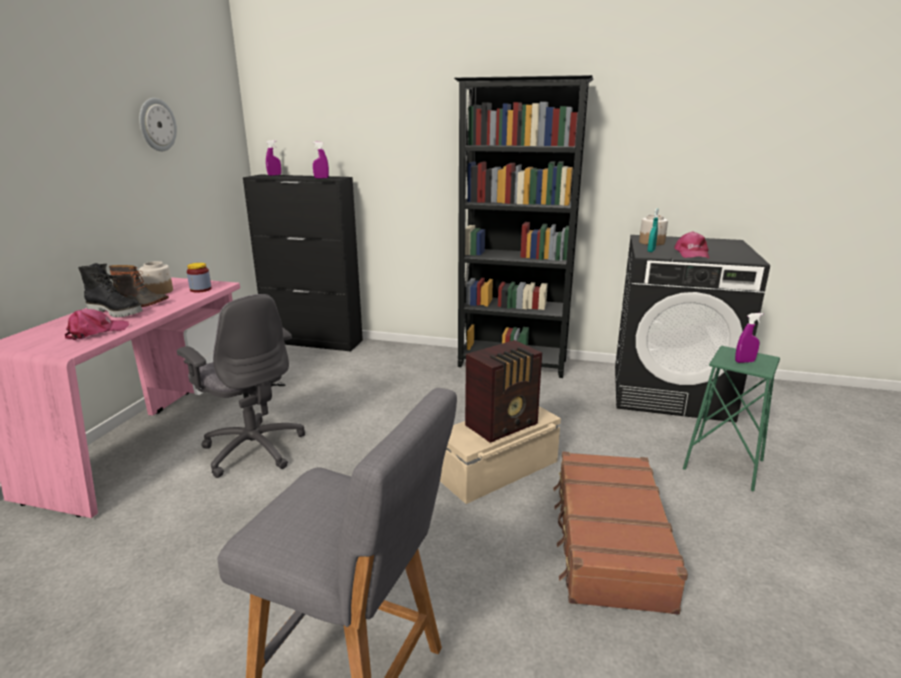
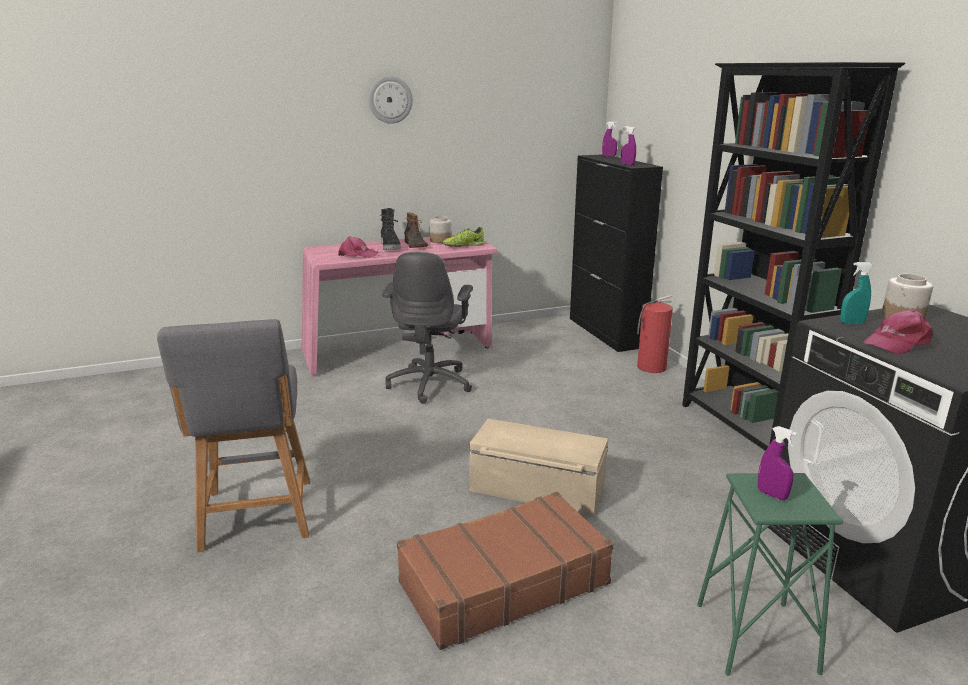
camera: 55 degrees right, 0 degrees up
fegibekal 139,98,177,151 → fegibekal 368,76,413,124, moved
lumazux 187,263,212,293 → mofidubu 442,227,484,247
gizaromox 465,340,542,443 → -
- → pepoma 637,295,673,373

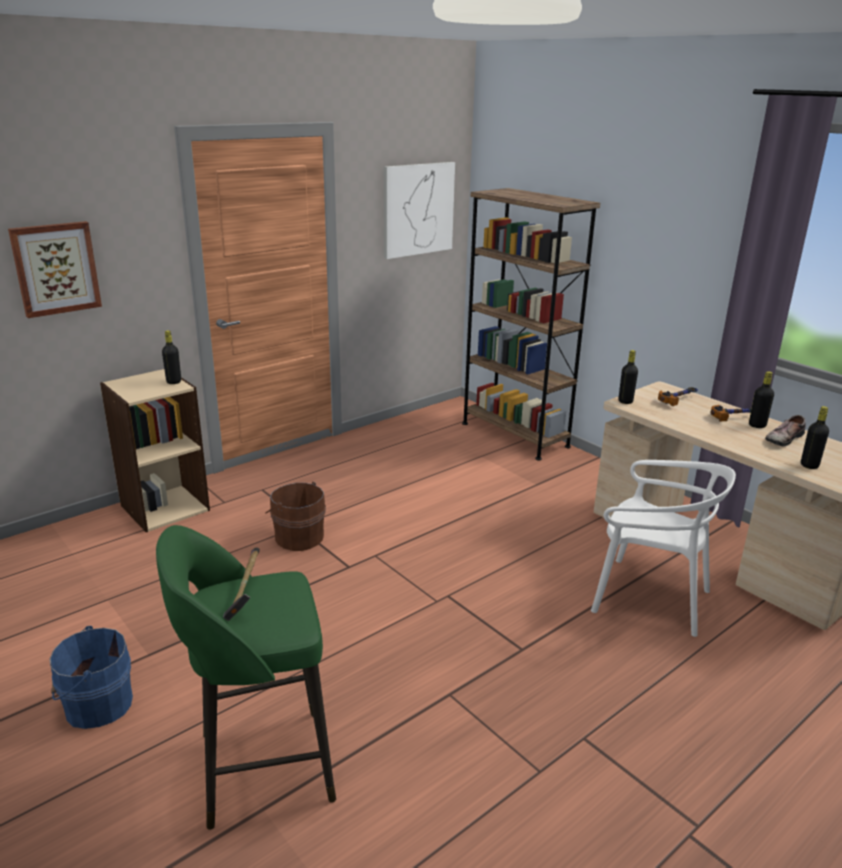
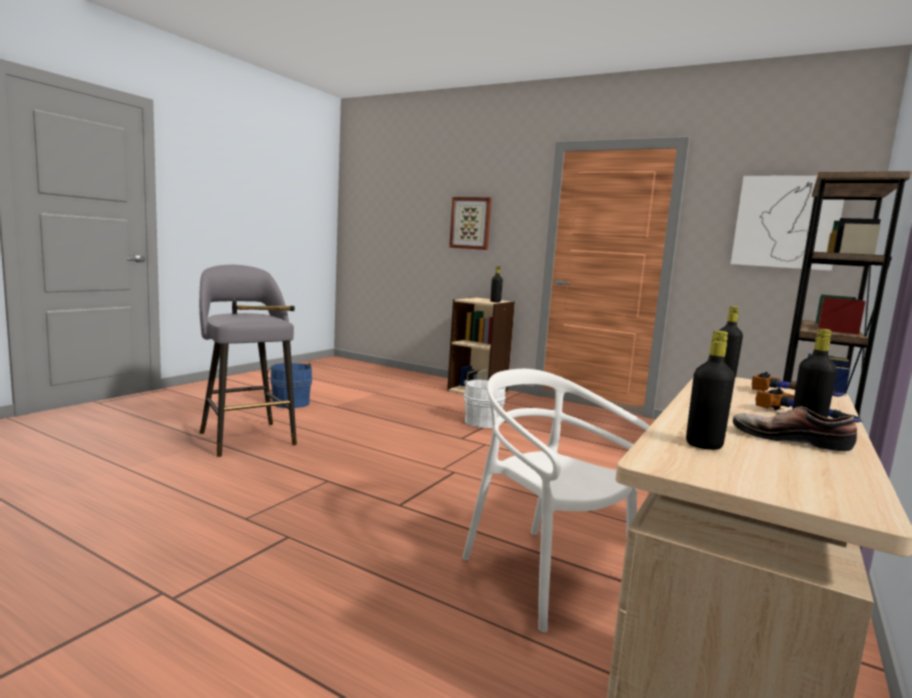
camera: 70 degrees right, 15 degrees down
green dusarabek 156,525,336,830 → grey dusarabek 199,265,297,457
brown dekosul 265,482,326,551 → white dekosul 464,380,509,428
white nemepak 591,460,736,637 → white nemepak 462,369,650,632, 135 degrees clockwise

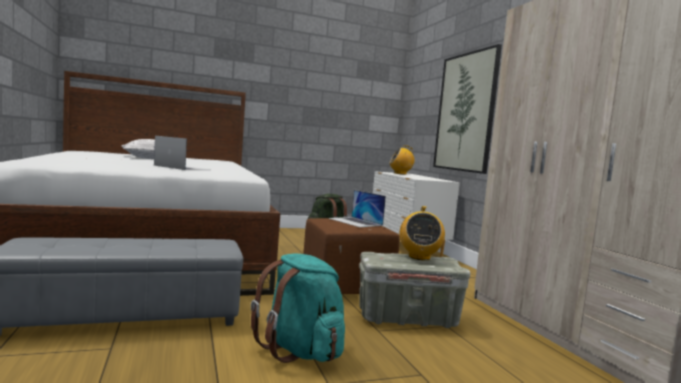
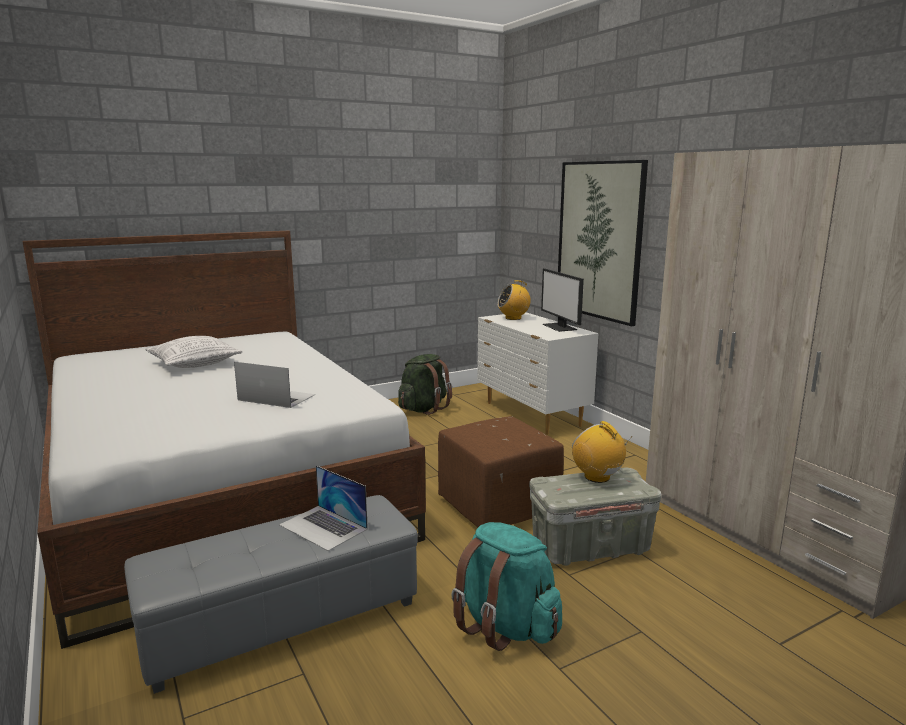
camera: 10 degrees left, 10 degrees up
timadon 329,190,386,227 → timadon 279,465,368,551, moved
gizaromox 400,206,445,260 → gizaromox 572,421,632,483, 150 degrees clockwise
- → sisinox 541,268,584,332

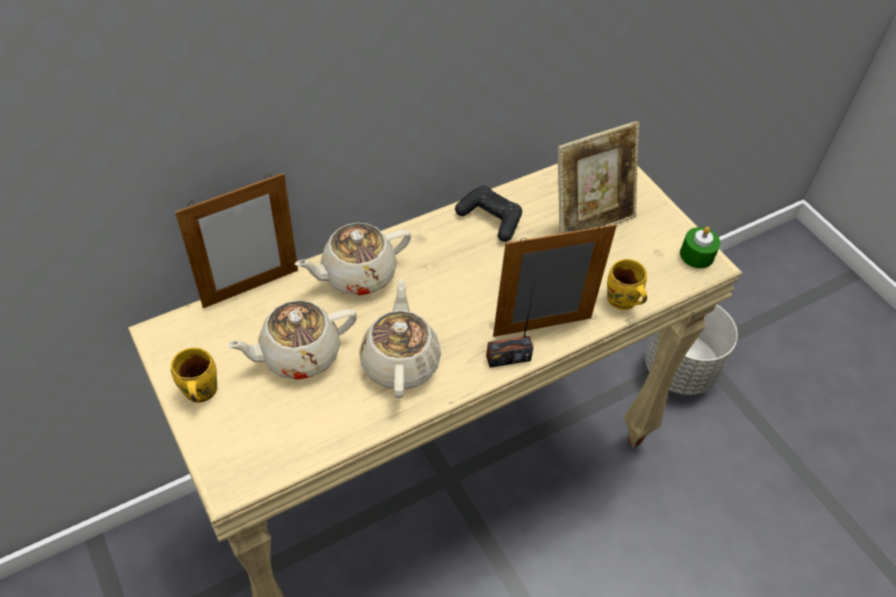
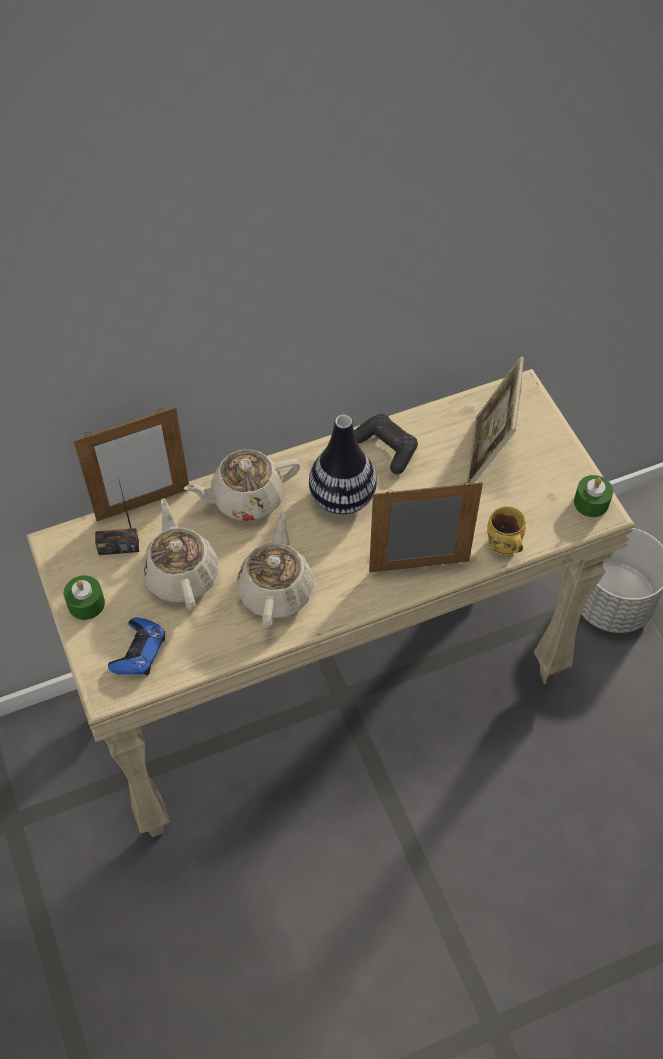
camera: 10 degrees right, 5 degrees up
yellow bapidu 171,348,217,403 → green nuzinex 63,576,105,620
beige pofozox 226,300,357,380 → beige pofozox 142,498,218,610, 90 degrees clockwise
gizaromox 486,281,535,368 → gizaromox 95,478,139,555, moved
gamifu 558,121,639,234 → gamifu 466,356,524,484, 120 degrees clockwise
- → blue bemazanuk 108,617,165,675
- → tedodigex 309,414,377,514

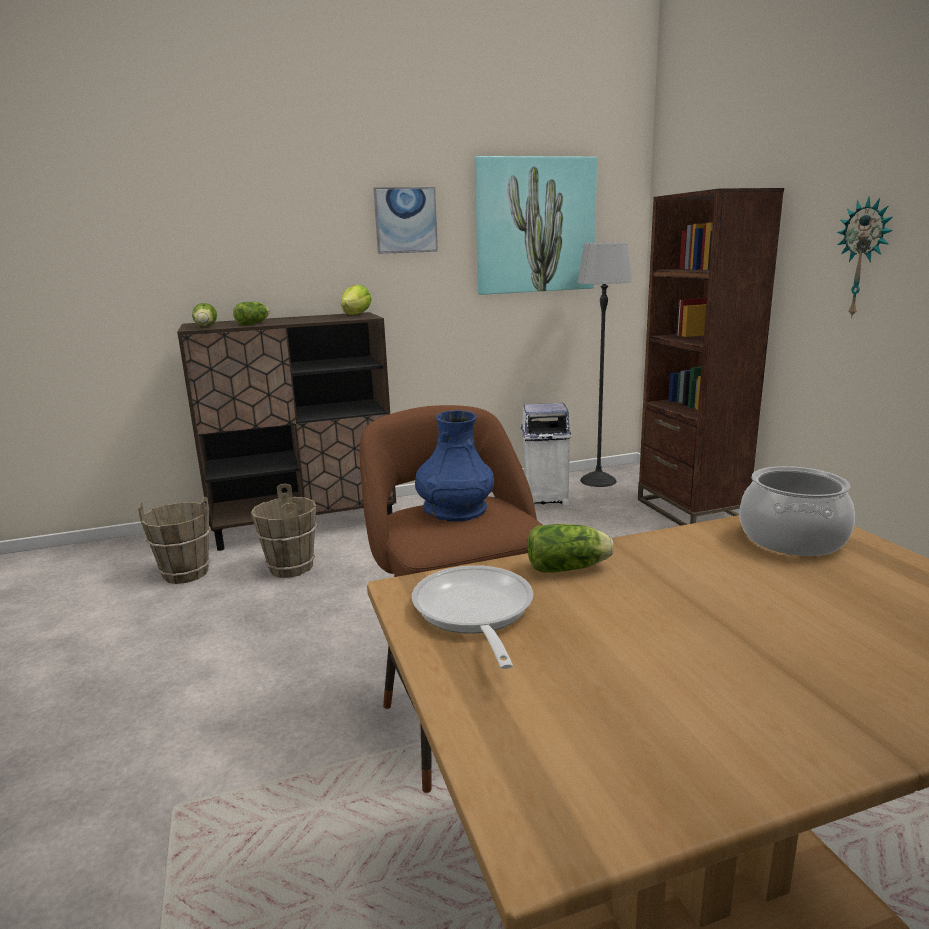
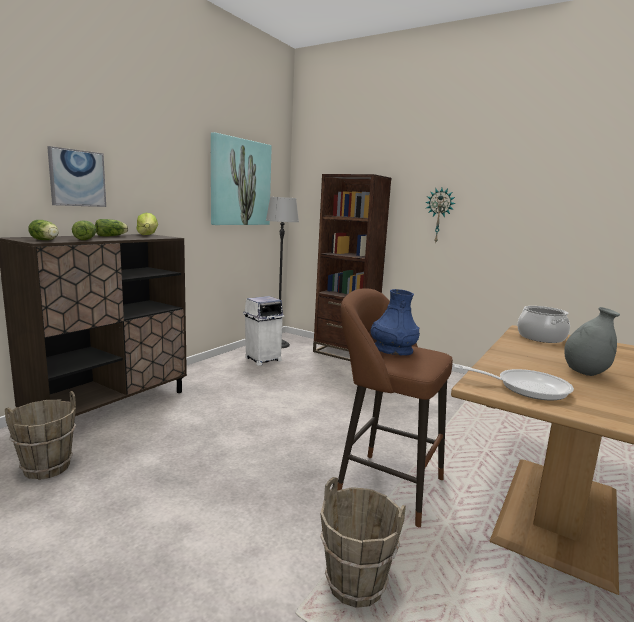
camera: 40 degrees left, 5 degrees down
brown dekosul 251,483,317,578 → brown dekosul 320,477,406,608, moved
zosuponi 373,187,438,254 → zosuponi 47,146,106,207, moved
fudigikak 412,565,533,669 → fudigikak 454,365,574,400, 150 degrees clockwise
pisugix 527,524,614,573 → pisugix 95,219,128,236, moved
- → grey tedodigex 564,307,620,376

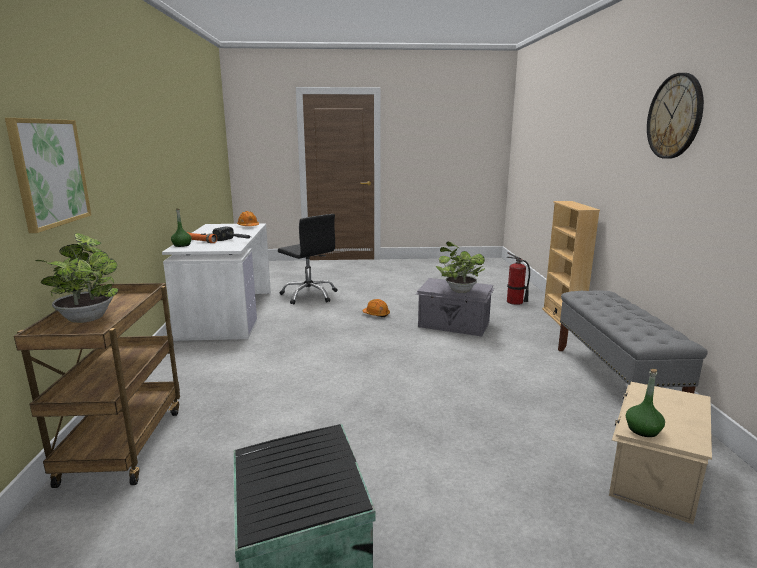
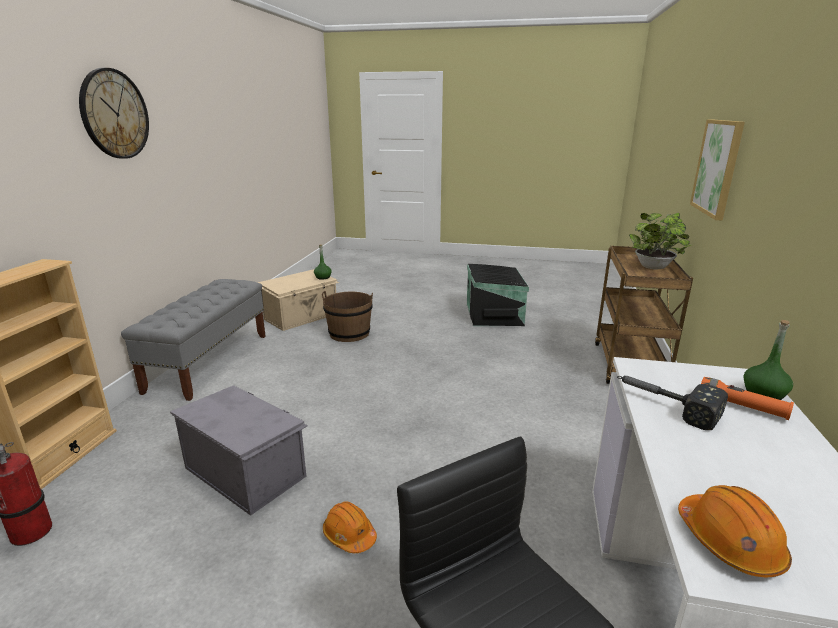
camera: 165 degrees left, 5 degrees up
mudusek 436,241,485,293 → -
- → brown dekosul 322,291,373,342

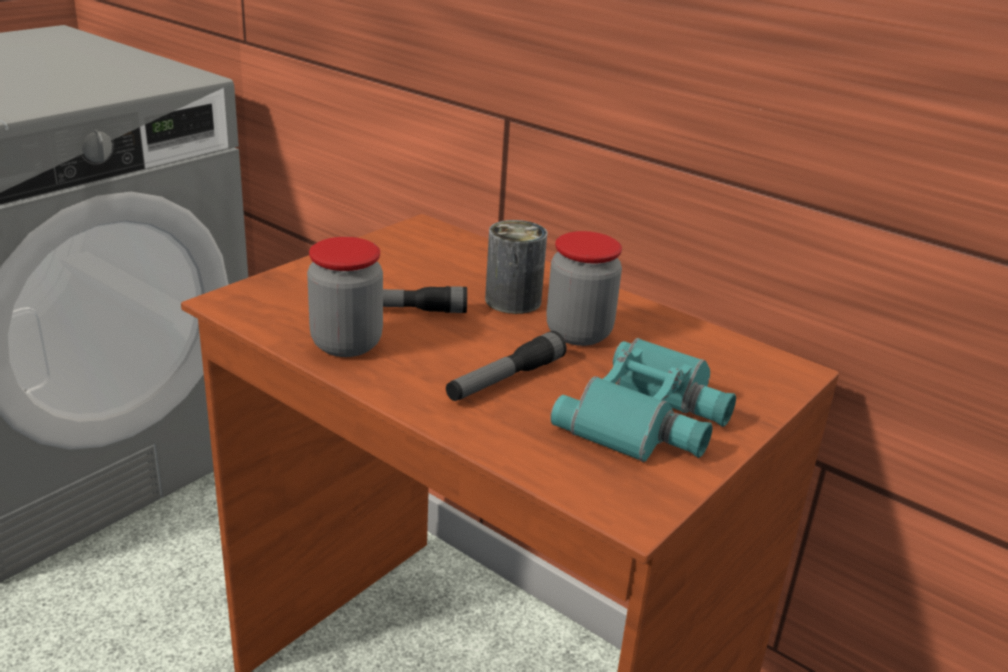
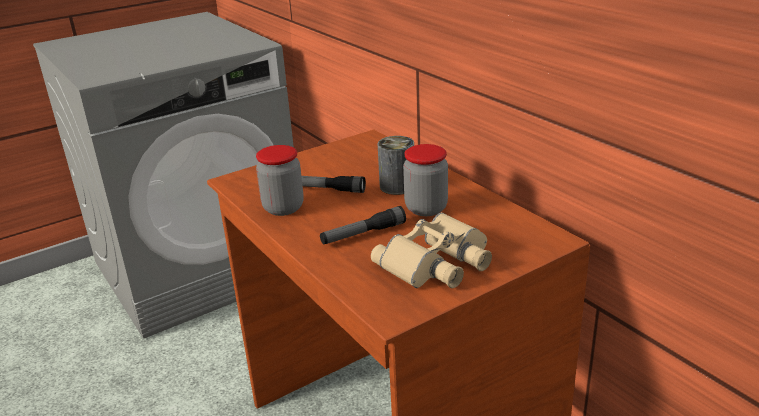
camera: 20 degrees right, 0 degrees up
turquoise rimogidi 550,338,736,462 → beige rimogidi 371,213,492,288

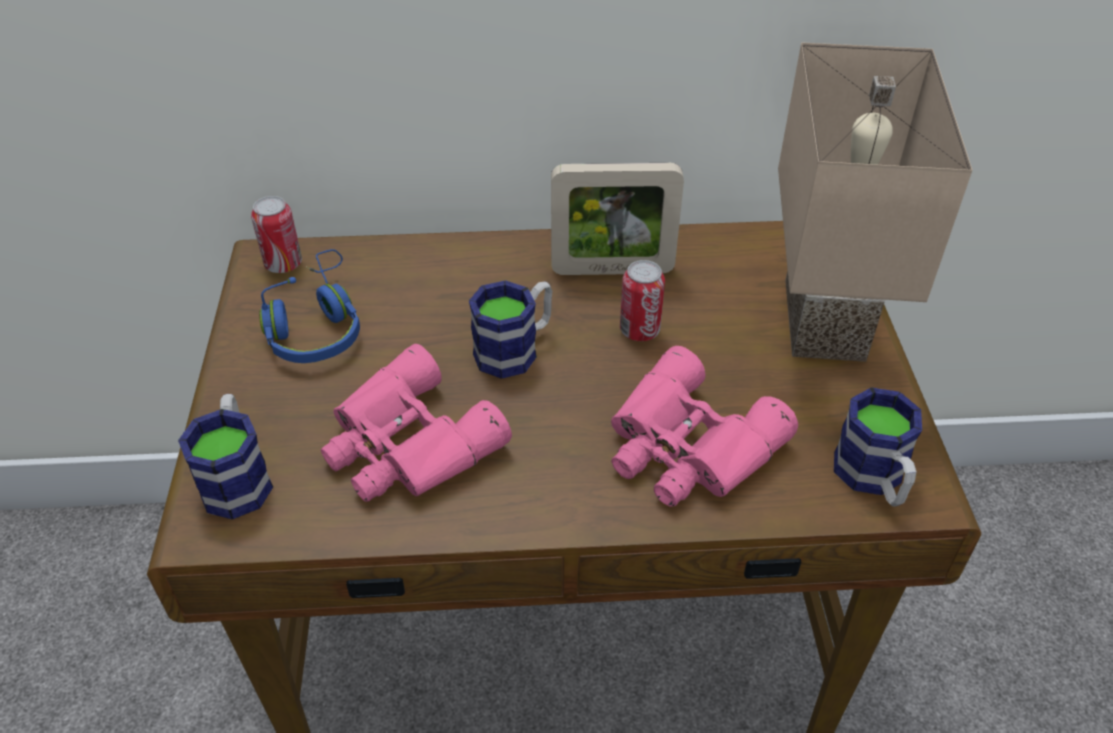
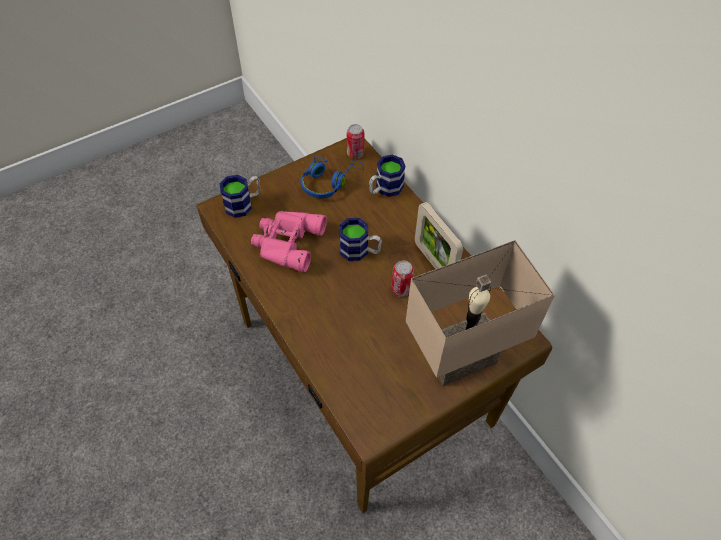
camera: 60 degrees right, 10 degrees up
pink rimogidi 611,346,798,507 → -
bapidu 834,388,922,506 → bapidu 369,155,405,197, moved

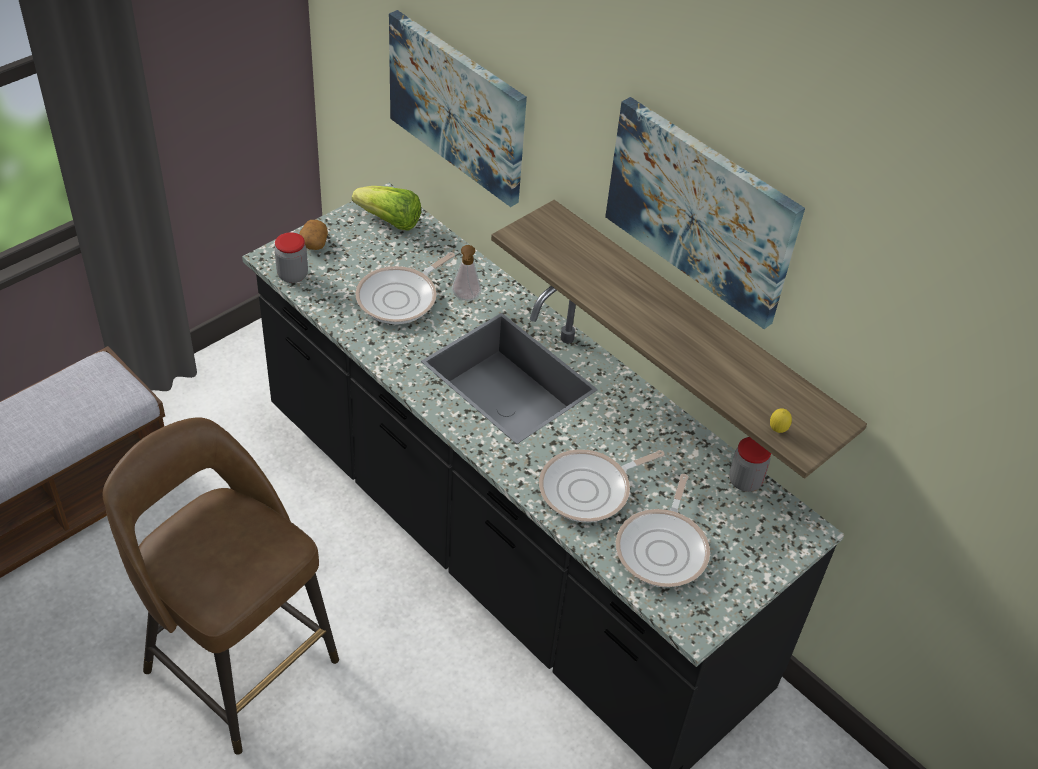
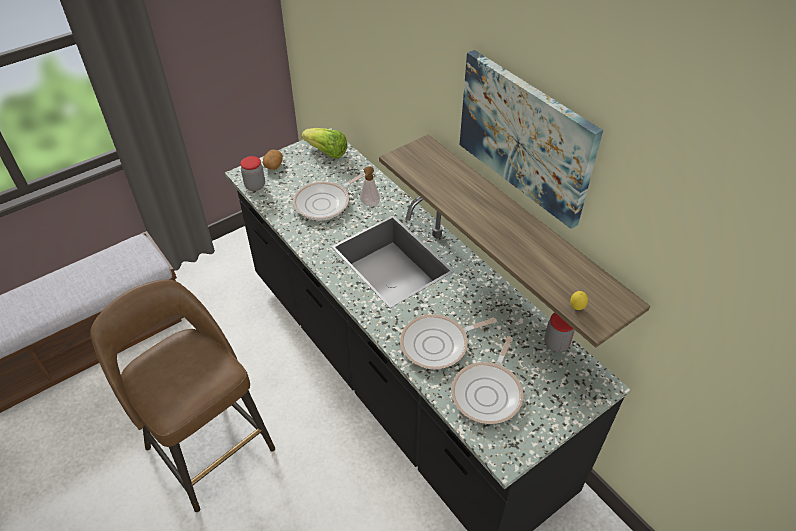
camera: 10 degrees right, 0 degrees up
zosuponi 389,10,527,207 → -

